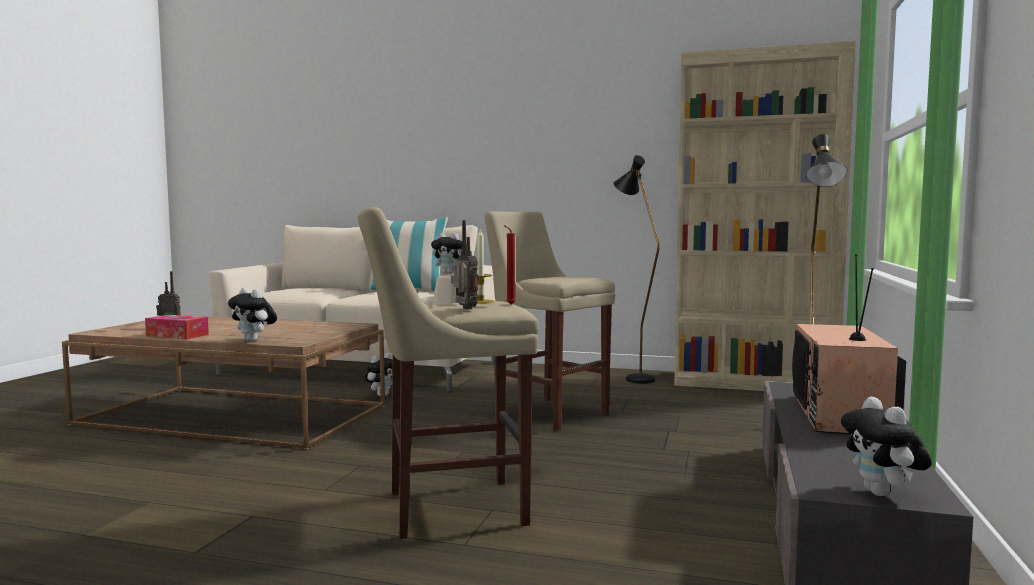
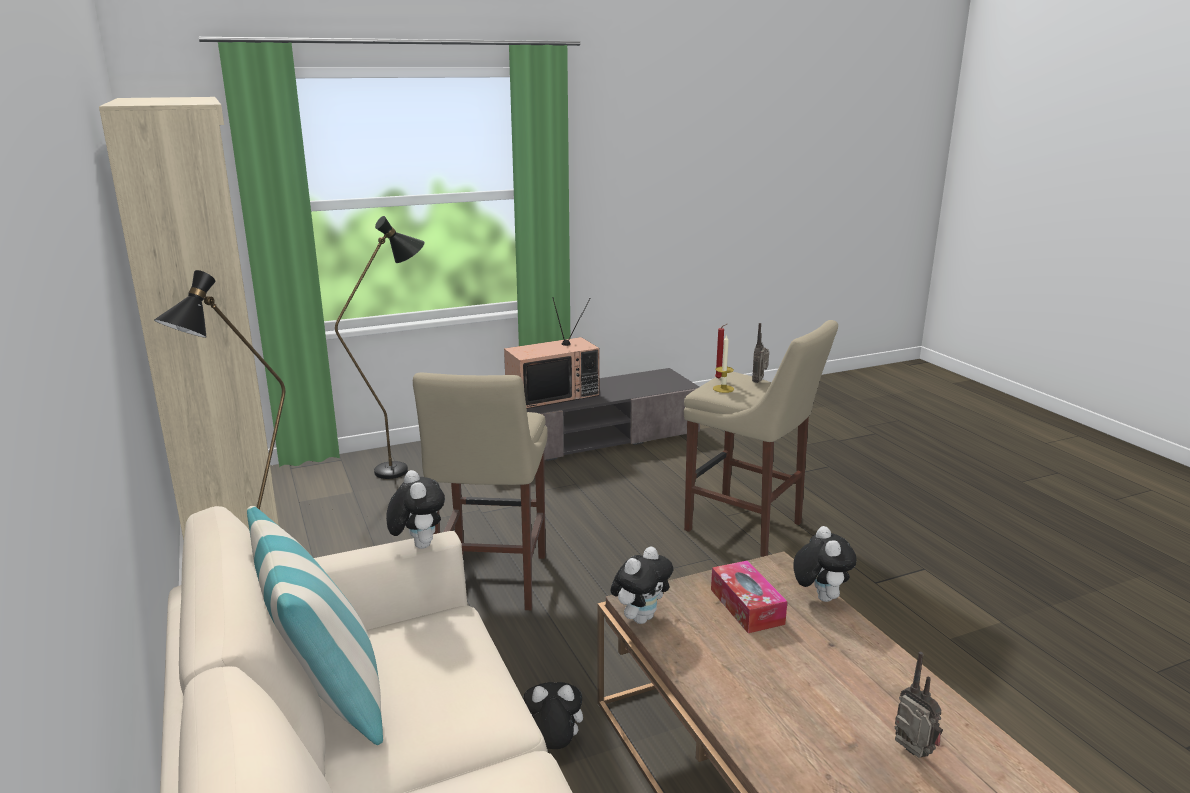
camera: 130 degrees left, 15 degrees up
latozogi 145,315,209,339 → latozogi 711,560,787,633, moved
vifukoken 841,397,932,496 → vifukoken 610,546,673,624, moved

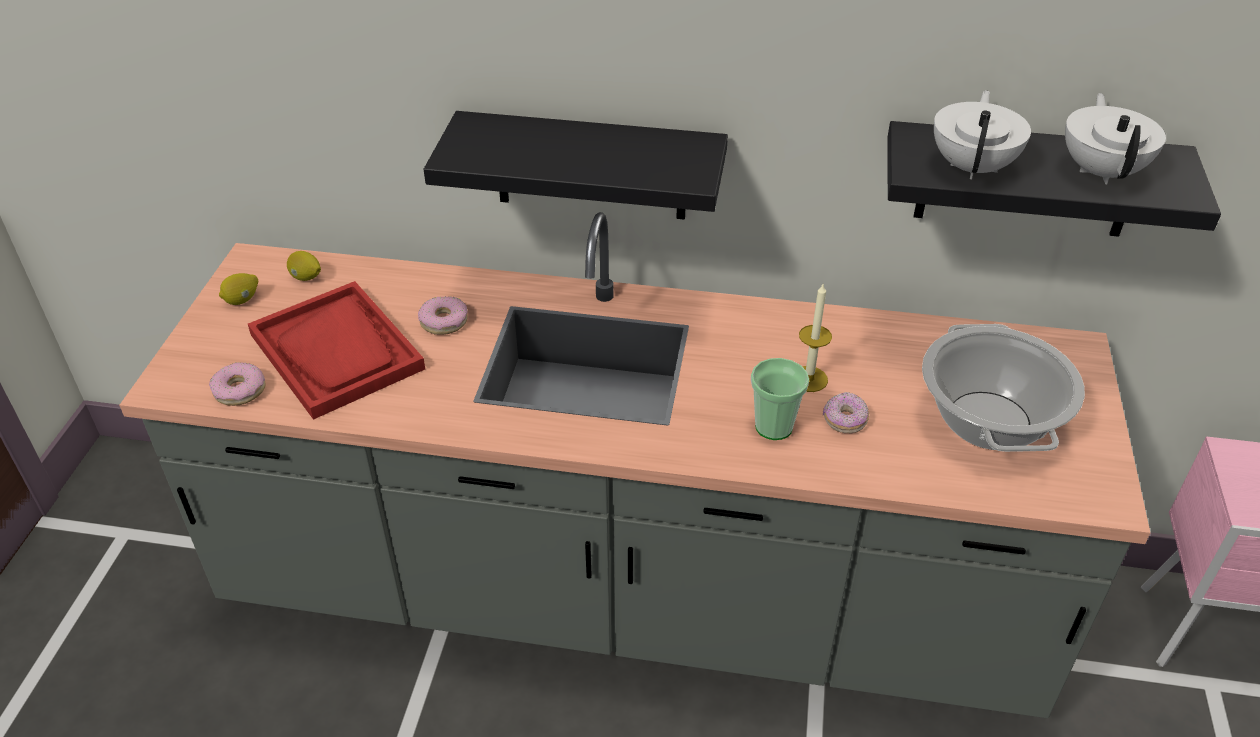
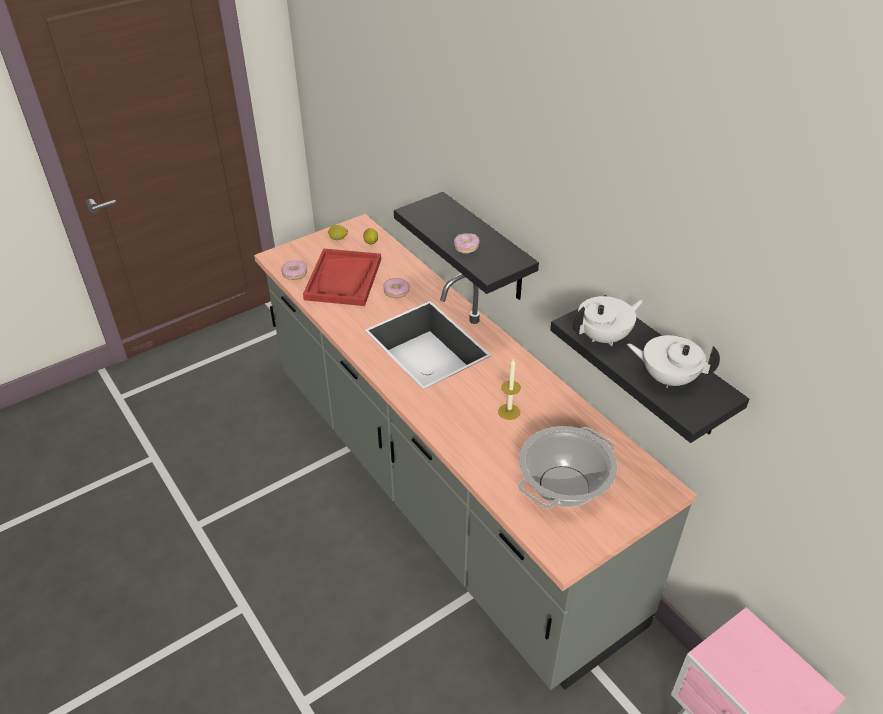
camera: 45 degrees right, 0 degrees up
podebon 751,358,809,440 → -
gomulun 823,392,869,433 → gomulun 454,233,480,254, moved
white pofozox 1065,93,1166,184 → white pofozox 627,335,720,388, 120 degrees counterclockwise

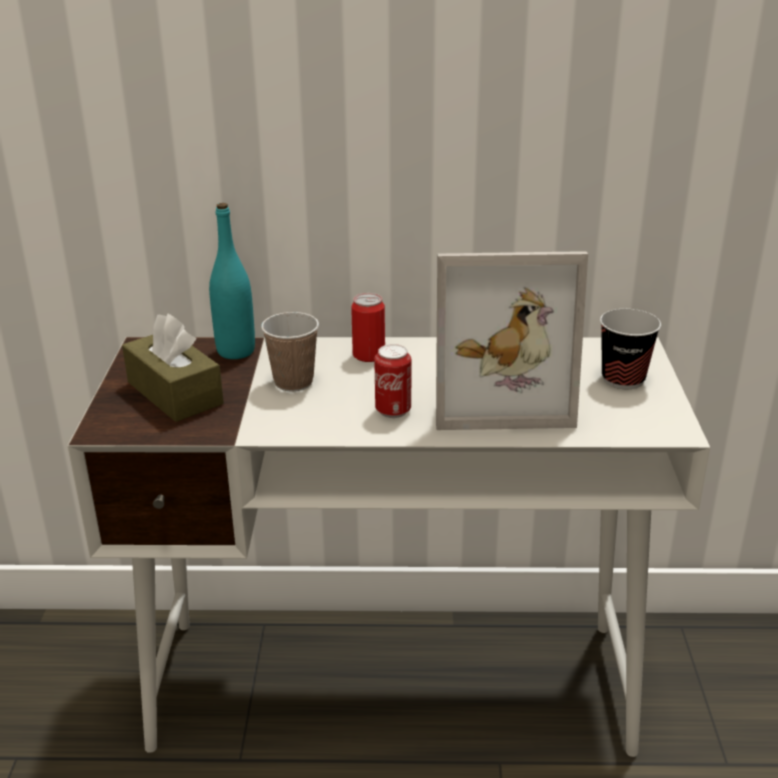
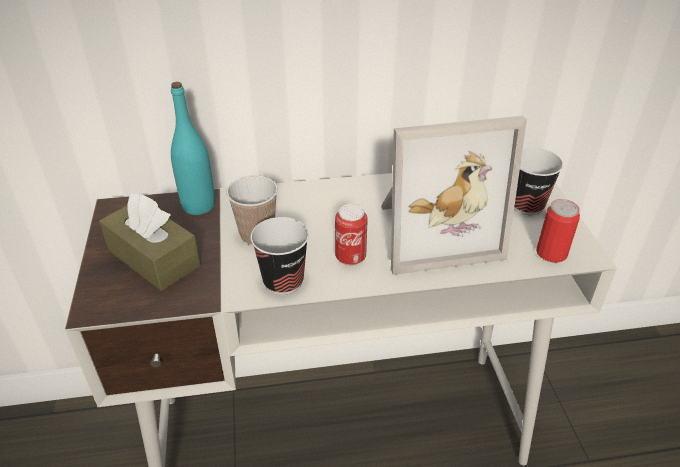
camera: 10 degrees left, 10 degrees up
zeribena 351,293,385,362 → zeribena 536,199,580,262, moved
- → podebon 251,217,309,295

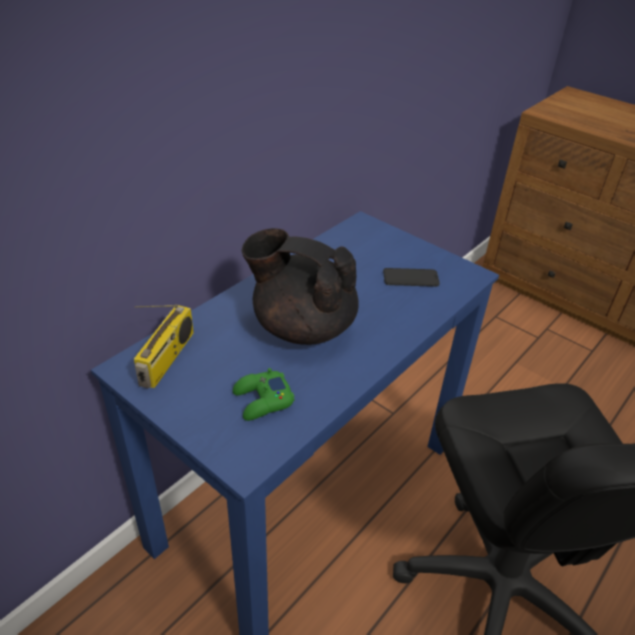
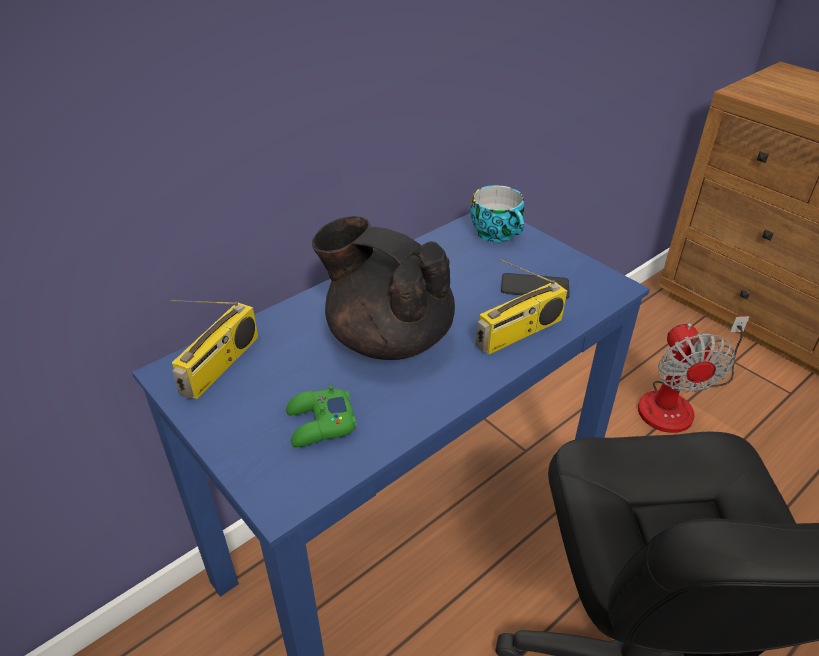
camera: 10 degrees right, 0 degrees up
- → podebon 471,185,524,243
- → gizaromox 476,258,567,355
- → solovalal 638,316,749,433

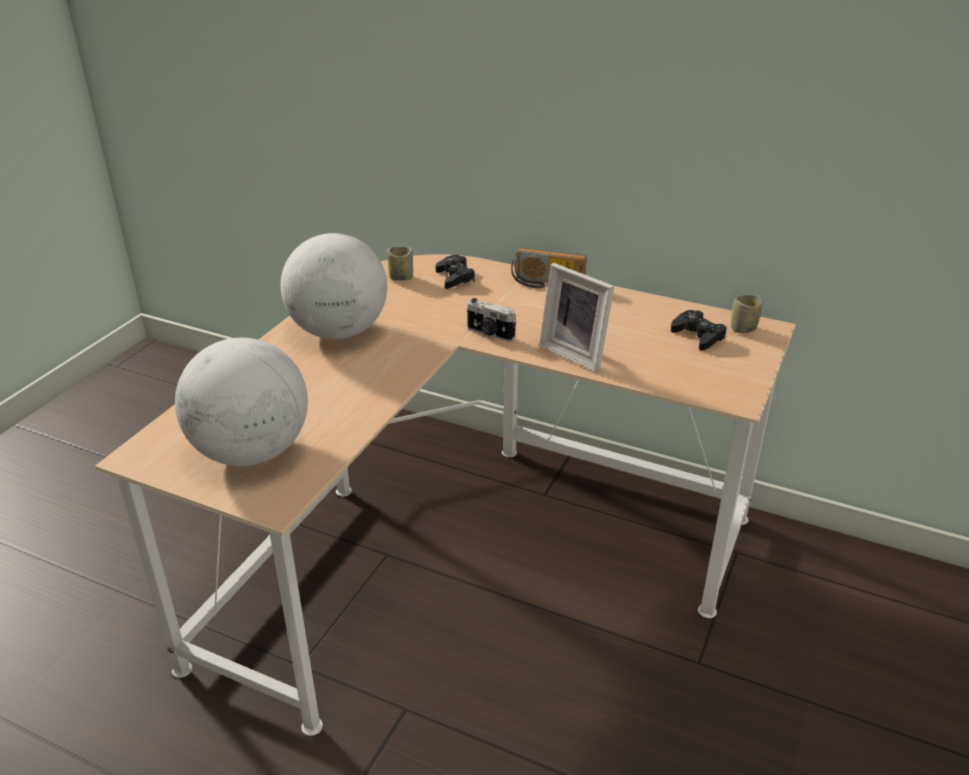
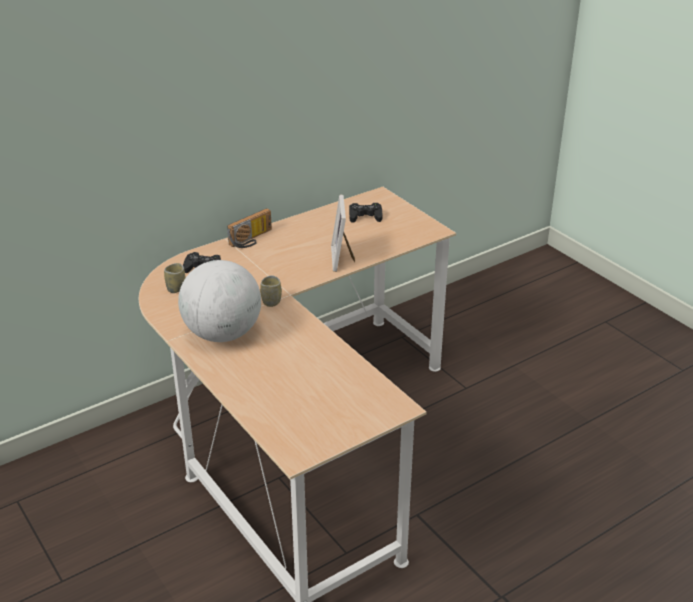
camera: 60 degrees left, 0 degrees up
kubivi 175,338,308,466 → -
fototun 467,298,516,342 → -
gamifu 539,263,614,372 → gamifu 331,195,355,272, 105 degrees clockwise
podebon 731,295,762,333 → podebon 260,275,282,307, moved

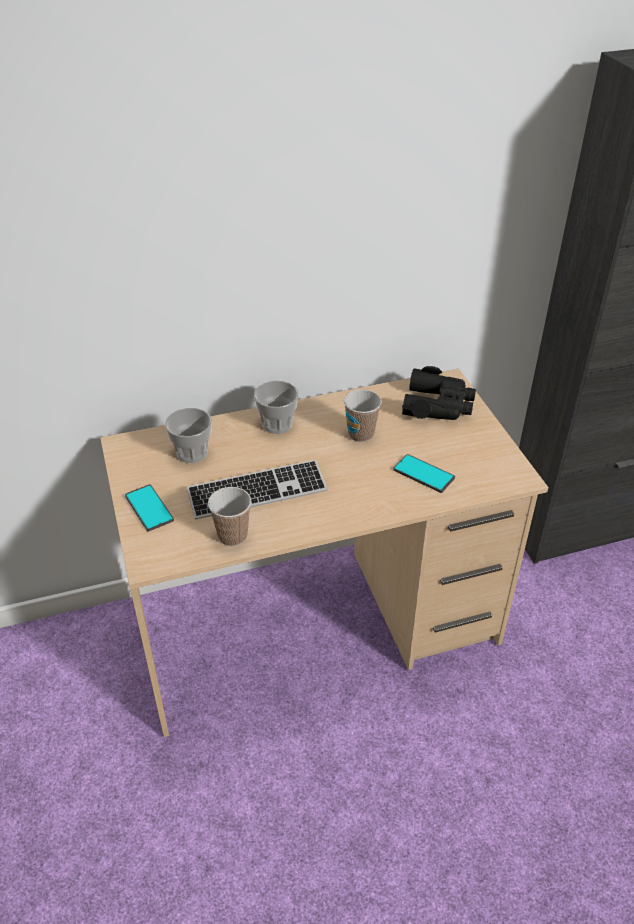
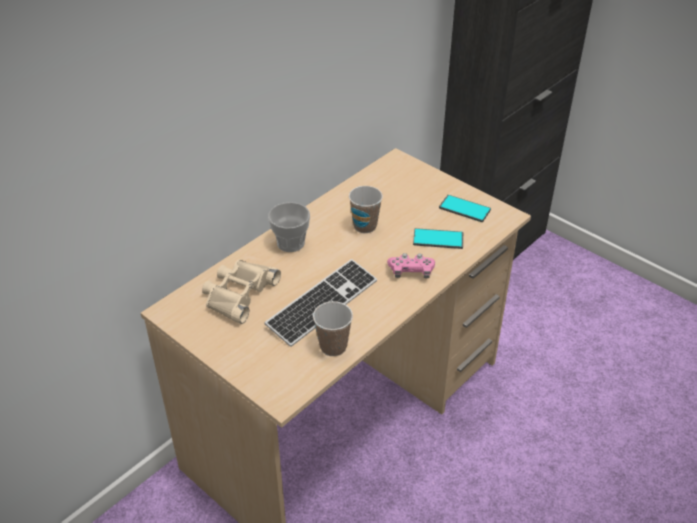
camera: 30 degrees left, 0 degrees up
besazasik 125,484,174,532 → besazasik 439,195,491,222, moved
podebon 165,408,212,463 → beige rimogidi 202,260,281,324
black rimogidi 402,366,476,420 → -
- → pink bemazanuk 387,253,435,278

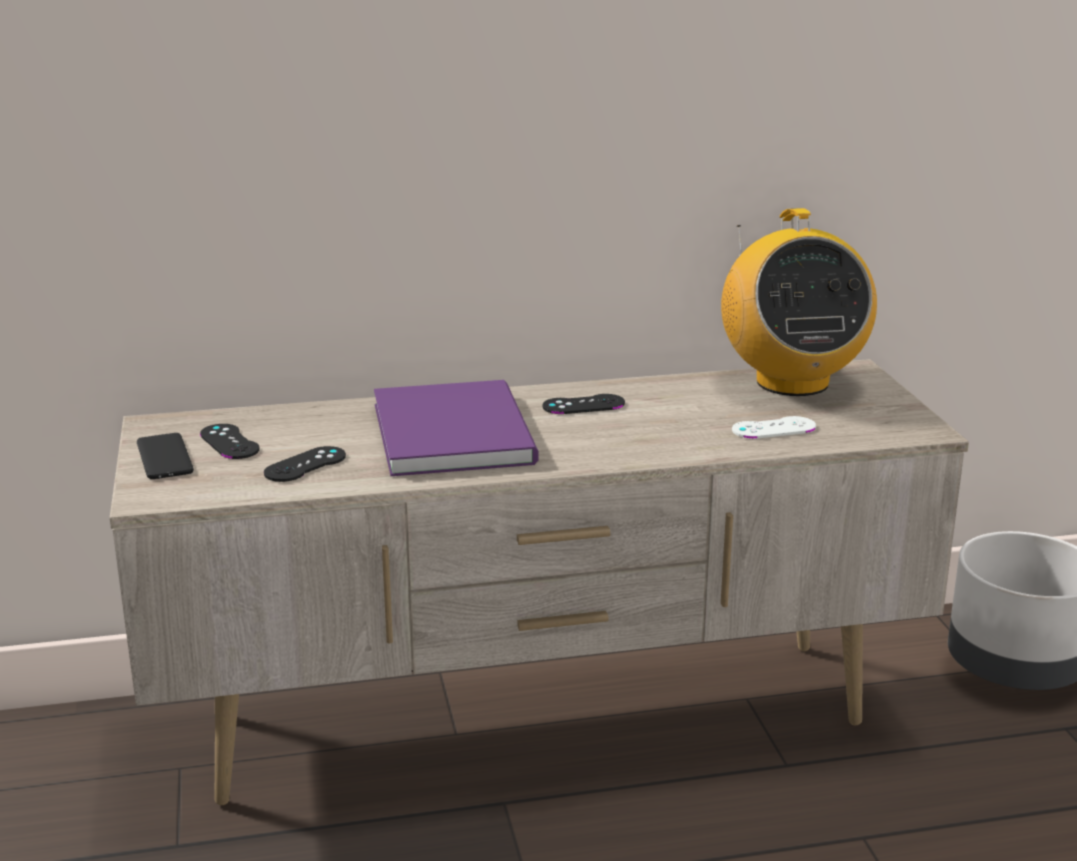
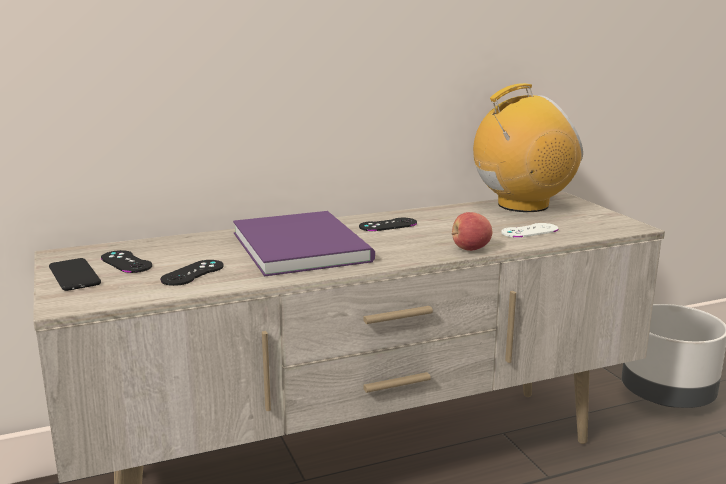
camera: 10 degrees left, 5 degrees down
gizaromox 721,208,877,396 → gizaromox 473,83,583,212, 90 degrees counterclockwise
- → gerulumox 452,212,492,251

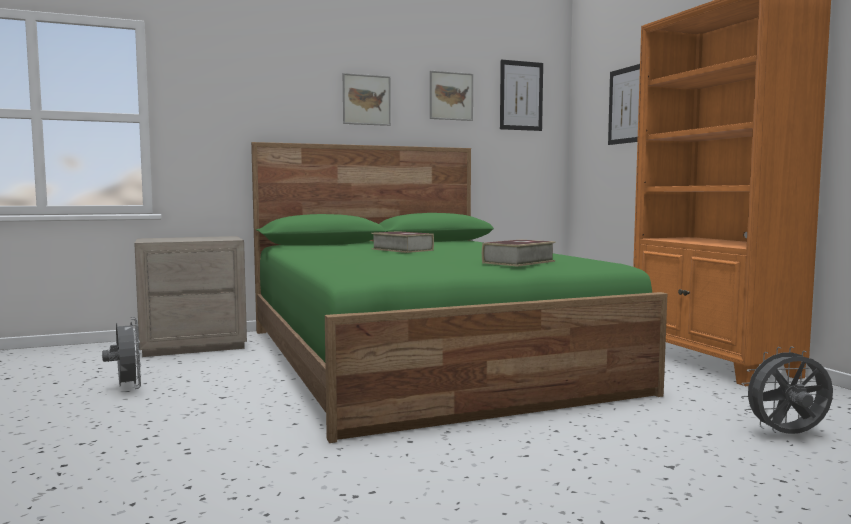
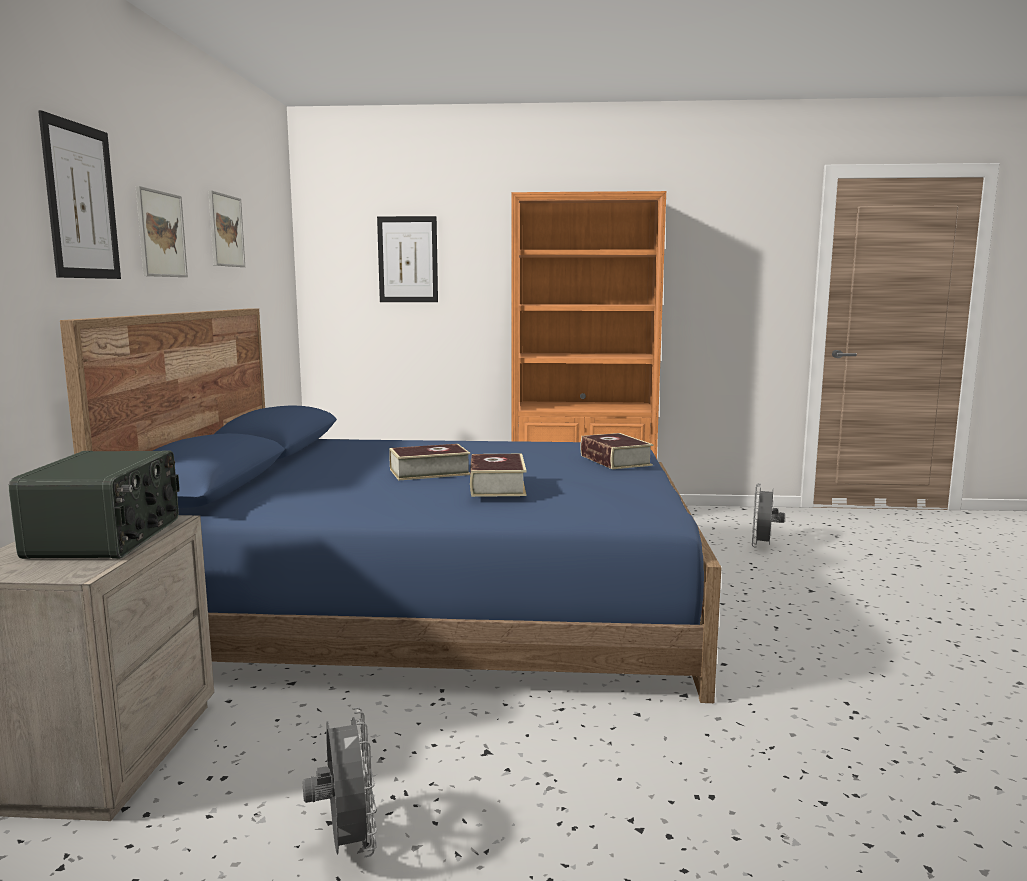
camera: 65 degrees left, 5 degrees up
grey solovalal 102,317,141,389 → grey solovalal 303,707,377,858, 75 degrees clockwise
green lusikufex 251,142,667,443 → blue lusikufex 60,308,721,703
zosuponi 500,60,543,131 → zosuponi 38,110,121,279, moved
- → gizaromox 9,451,180,559
- → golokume 470,454,527,497

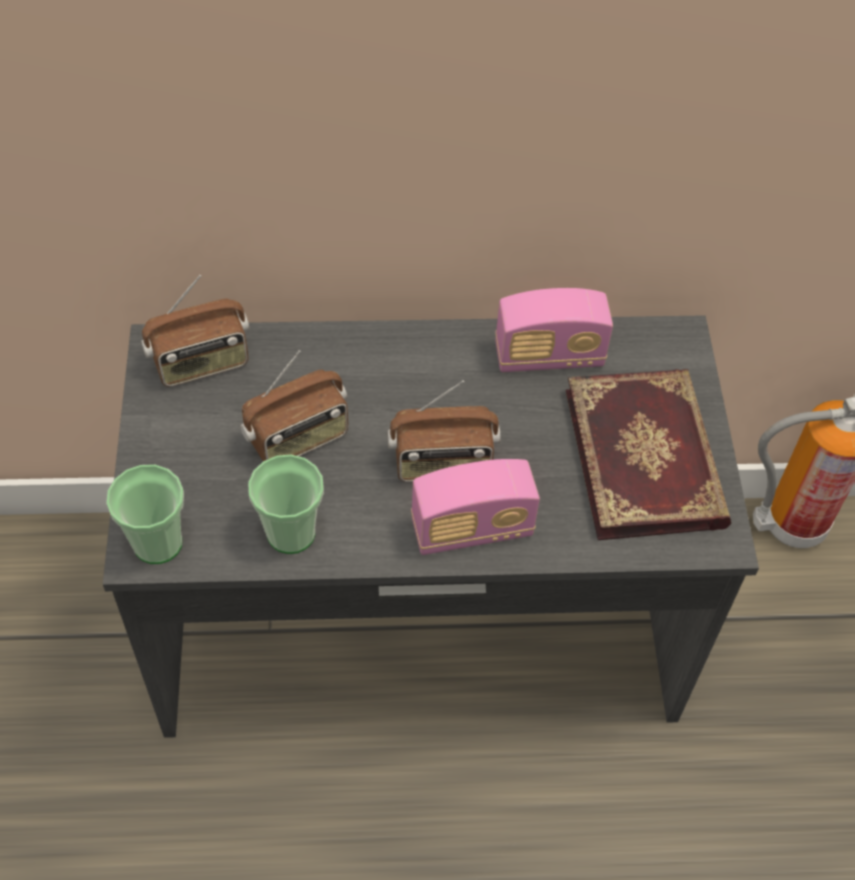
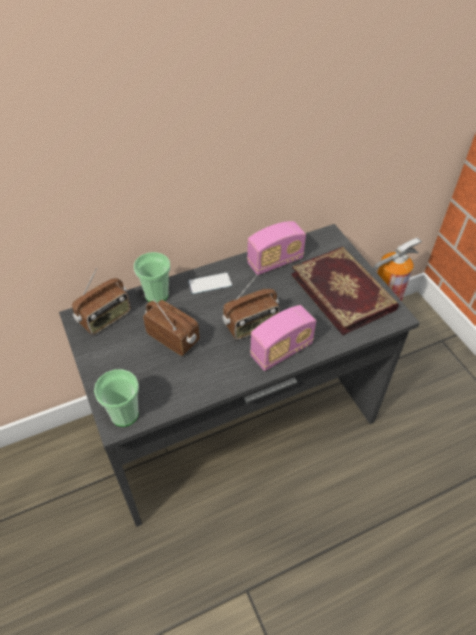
camera: 20 degrees left, 5 degrees down
gizaromox 240,350,348,461 → gizaromox 143,299,200,356, 90 degrees counterclockwise
podebon 248,455,324,554 → podebon 134,252,170,303, moved
- → besazasik 188,272,232,294

